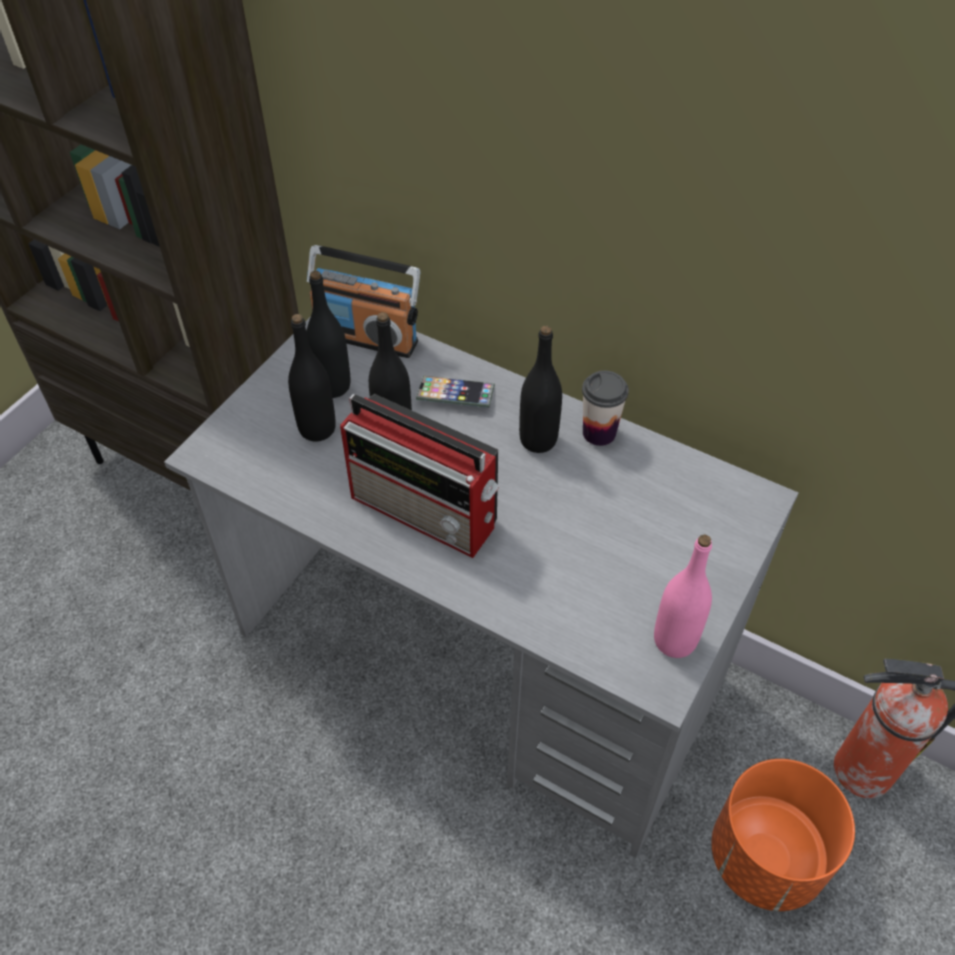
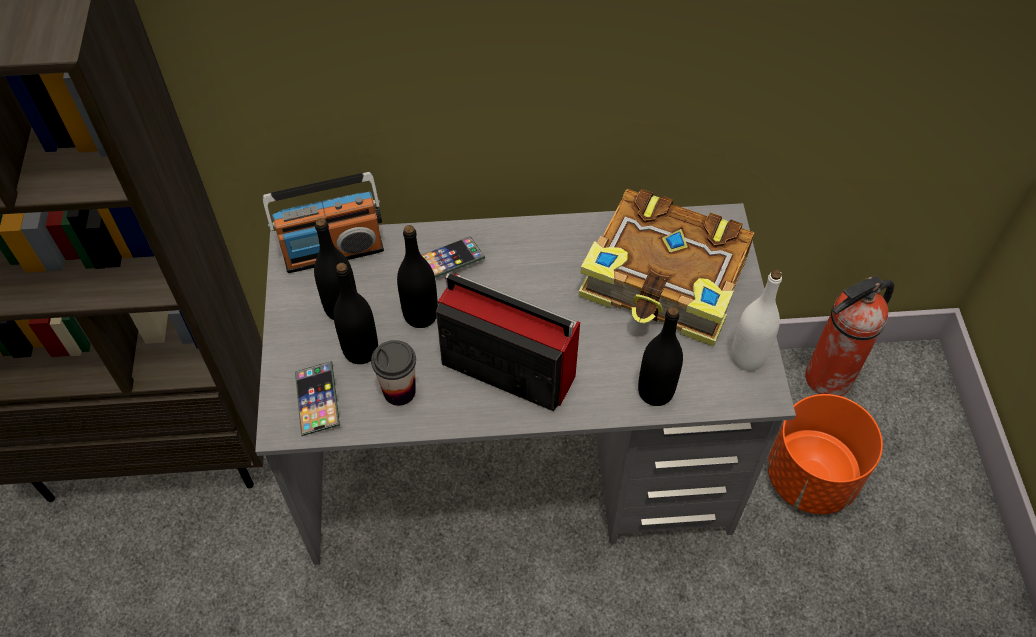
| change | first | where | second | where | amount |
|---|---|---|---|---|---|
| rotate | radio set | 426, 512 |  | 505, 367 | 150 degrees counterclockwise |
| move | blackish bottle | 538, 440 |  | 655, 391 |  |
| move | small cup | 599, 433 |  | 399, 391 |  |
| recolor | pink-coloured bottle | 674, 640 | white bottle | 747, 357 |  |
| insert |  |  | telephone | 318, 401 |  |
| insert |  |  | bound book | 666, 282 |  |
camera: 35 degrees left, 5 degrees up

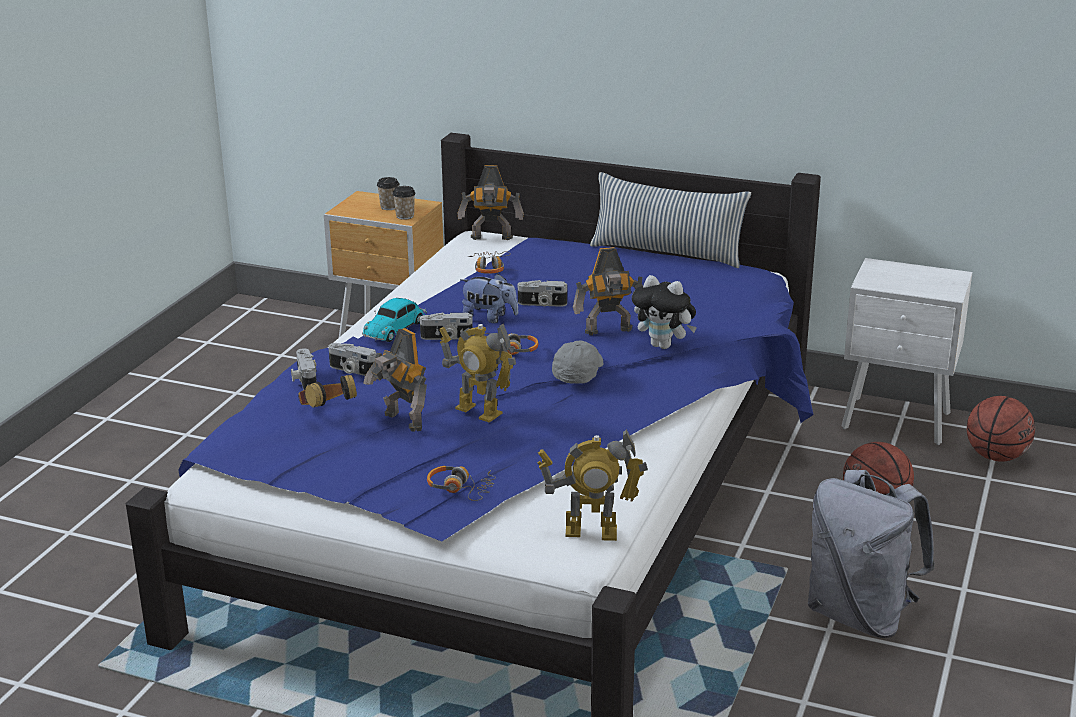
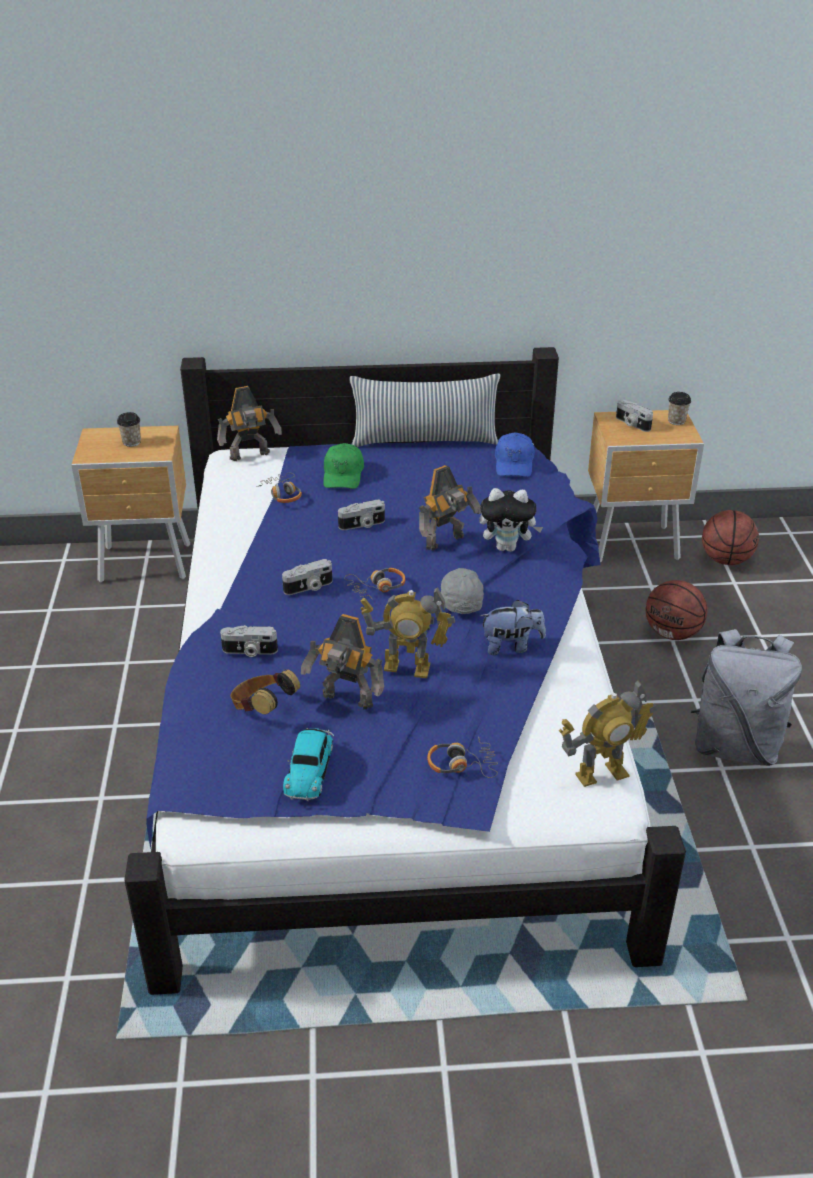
| change | first | where | second | where | amount |
|---|---|---|---|---|---|
| move | still camera | 304, 380 |  | 631, 424 |  |
| move | toy car | 396, 328 |  | 309, 768 |  |
| move | small cup | 405, 216 |  | 676, 421 |  |
| move | plush toy | 489, 318 |  | 511, 646 |  |
| recolor | white night table | 898, 423 | brown-coloured night table | 634, 546 |  |
| insert |  |  | green-coloured cap | 343, 475 |  |
| insert |  |  | blue-coloured cap | 514, 463 |  |
camera: 25 degrees left, 10 degrees up

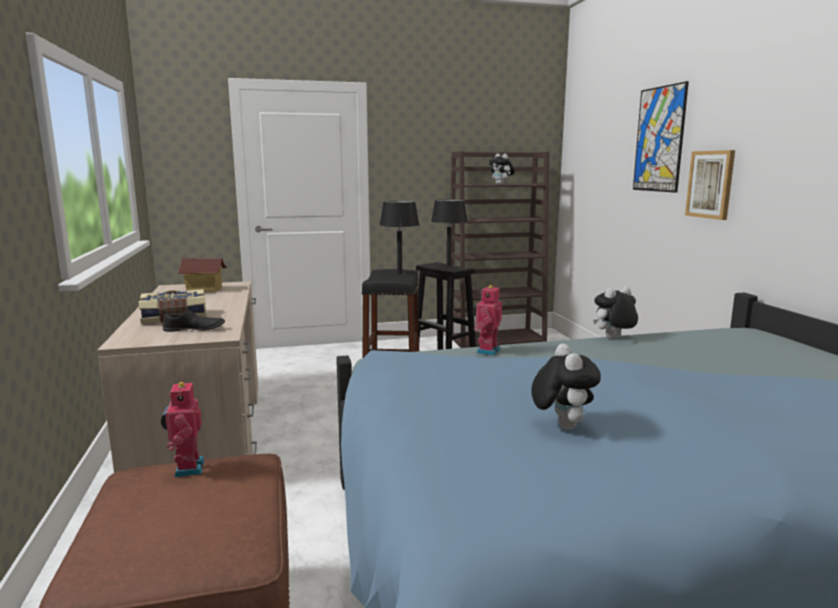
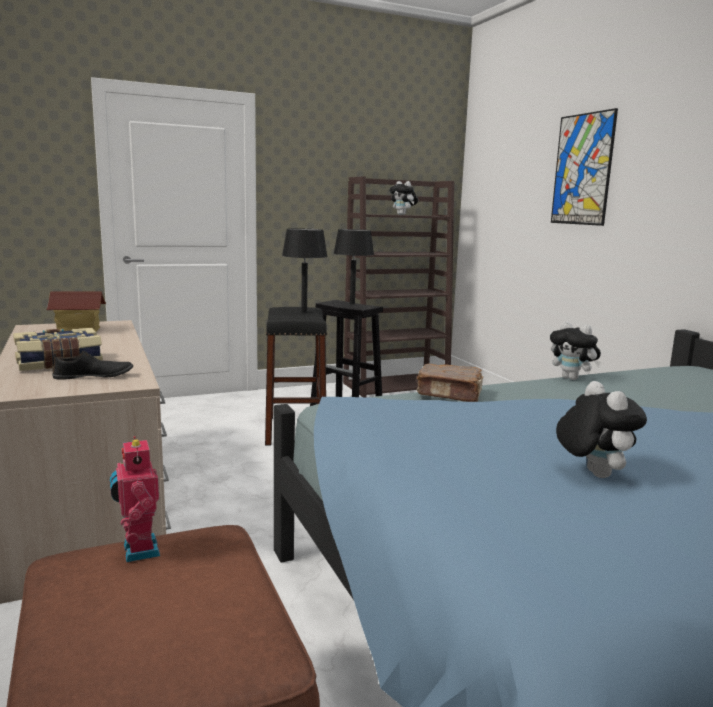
| change | first | where | second | where | amount |
|---|---|---|---|---|---|
| replace | robot figure | 486, 351 | brown-coloured bound book | 450, 395 |  |
| rotate | plush toy | 613, 338 |  | 572, 378 | 105 degrees counterclockwise |
| delete | wall art | 710, 184 |  |  |  |
camera: 10 degrees left, 0 degrees up

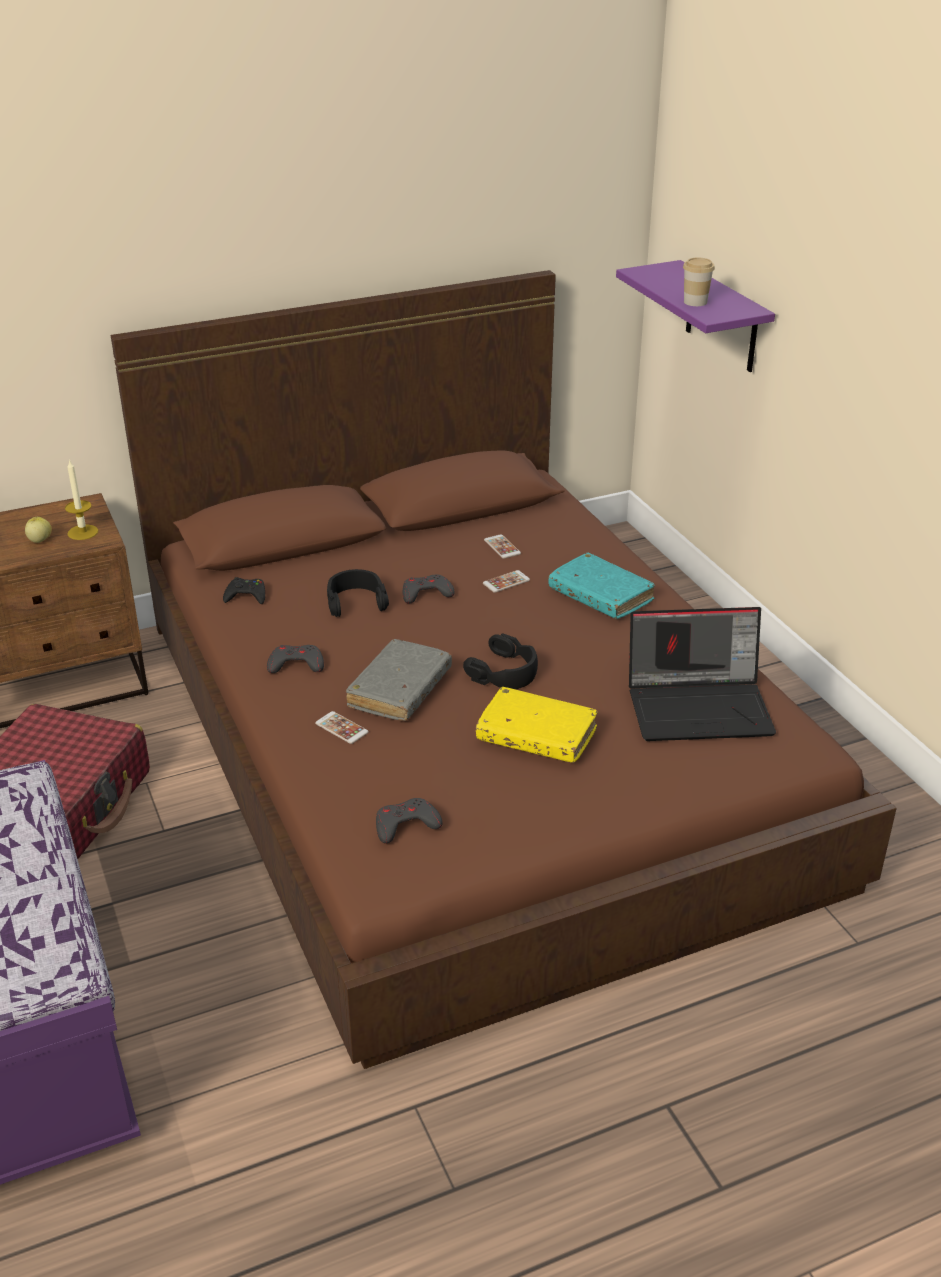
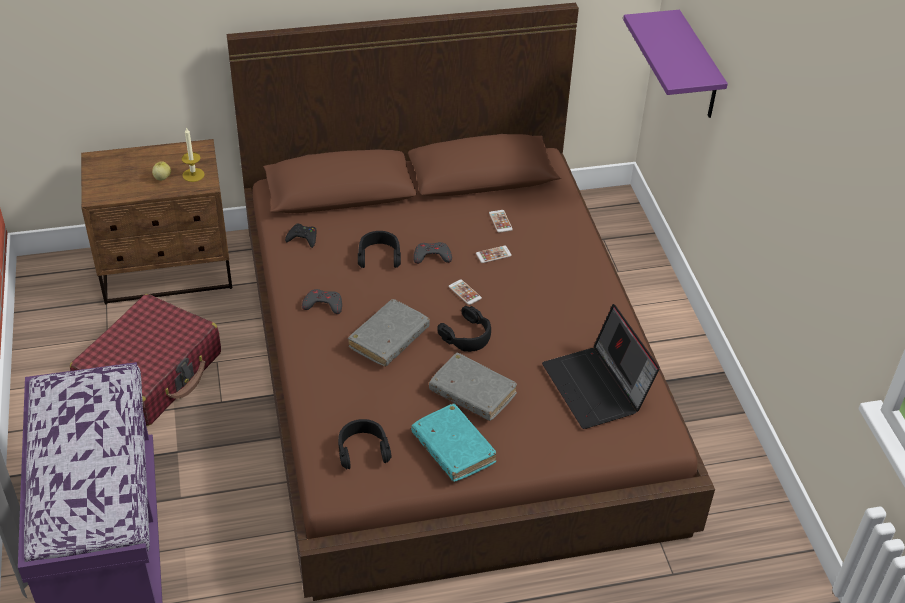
| change | first | where | second | where | amount |
|---|---|---|---|---|---|
| move | telephone | 341, 728 |  | 465, 292 |  |
| replace | grey joypad | 406, 825 | blackish headset | 363, 449 |  |
| recolor | yellowish bound book | 536, 736 | grey bound book | 472, 393 |  |
| move | turquoise bound book | 600, 596 |  | 453, 449 |  |
| rotate | laptop | 700, 707 |  | 597, 388 | 60 degrees clockwise |
| delete | small cup | 695, 302 |  |  |  |
camera: 10 degrees right, 10 degrees up

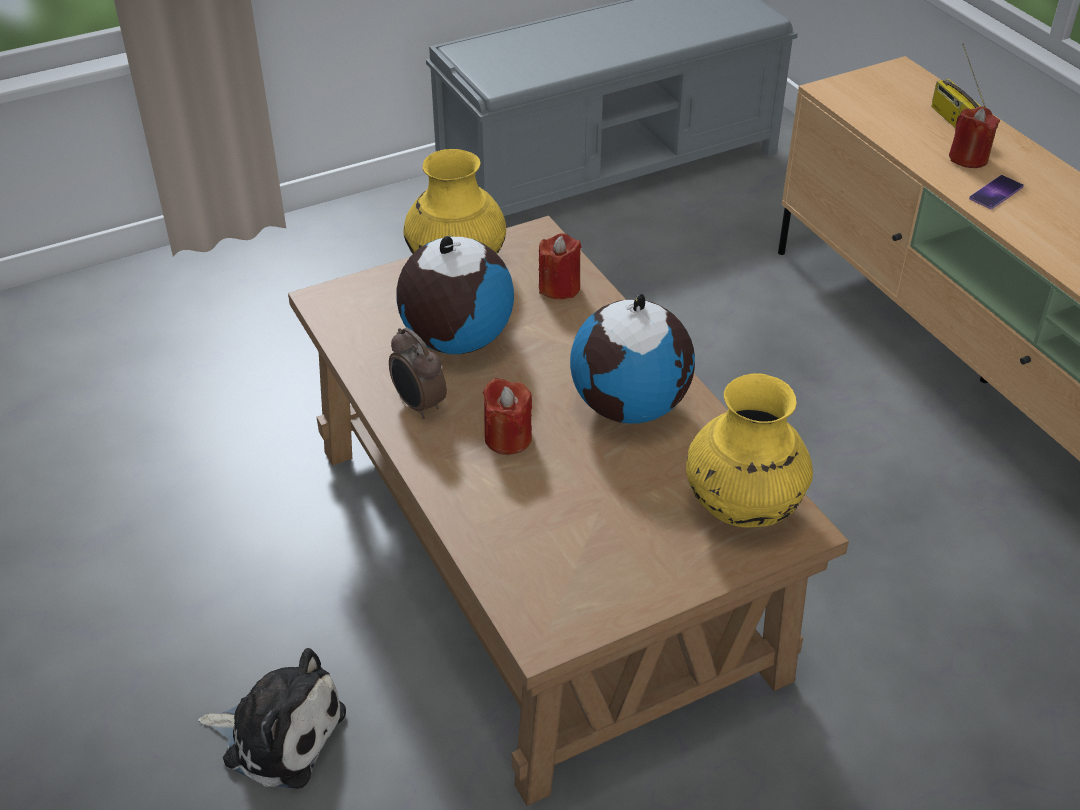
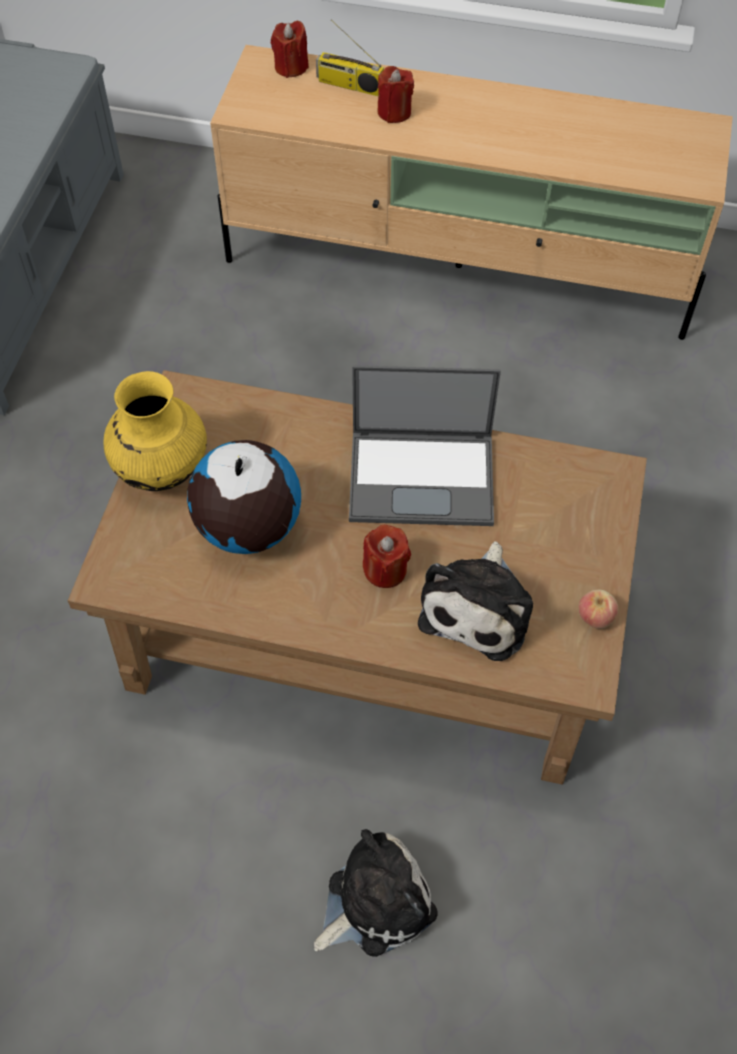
| change | first | where | second | where | amount |
|---|---|---|---|---|---|
| delete | alarm clock | 418, 405 |  |  |  |
| move | reddish candle | 559, 287 |  | 291, 67 |  |
| replace | world globe | 631, 407 | laptop | 423, 477 |  |
| delete | yellowish vase | 742, 507 |  |  |  |
| delete | telephone | 996, 192 |  |  |  |
| insert |  |  | plush toy | 479, 607 |  |
| insert |  |  | whole apple | 595, 617 |  |
camera: 50 degrees left, 15 degrees up

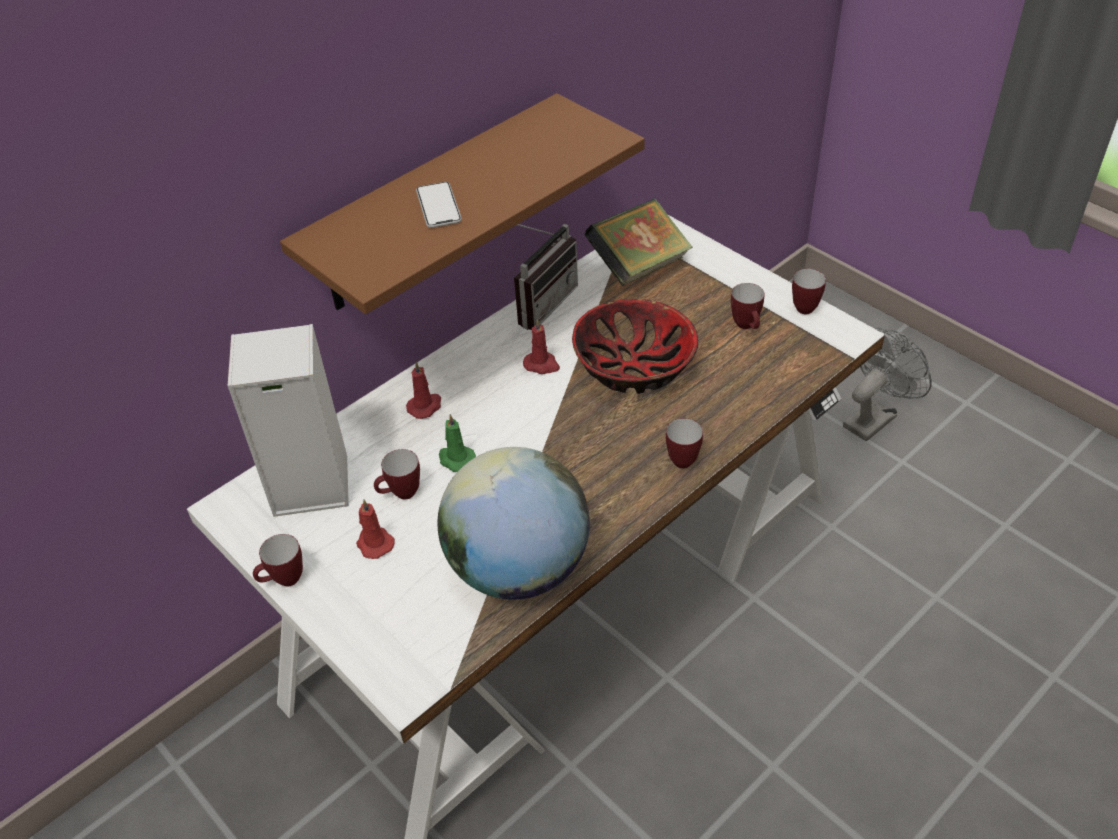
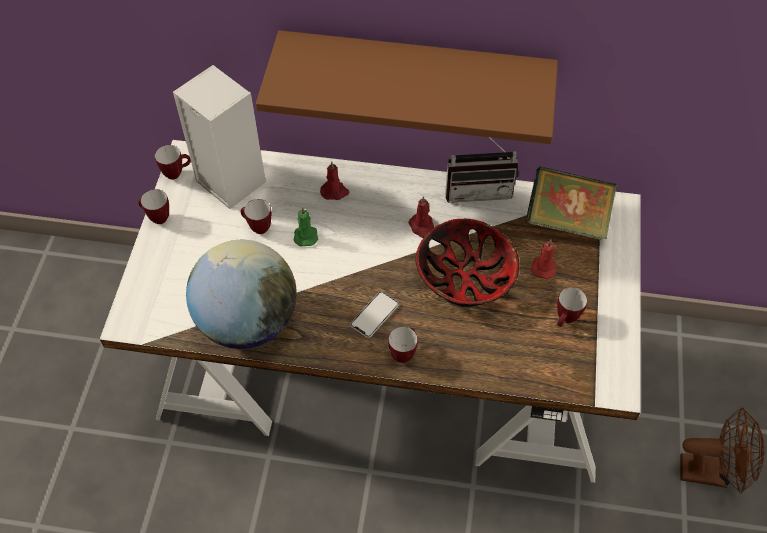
| change | first | where | second | where | amount |
|---|---|---|---|---|---|
| move | reddish candle | 374, 543 |  | 543, 267 |  |
| move | telephone | 438, 206 |  | 374, 315 |  |
| move | coffee mug | 804, 306 |  | 177, 173 |  |
| recolor | grey electric fan | 874, 417 | brown-coloured electric fan | 711, 472 |  |
camera: 50 degrees right, 10 degrees up

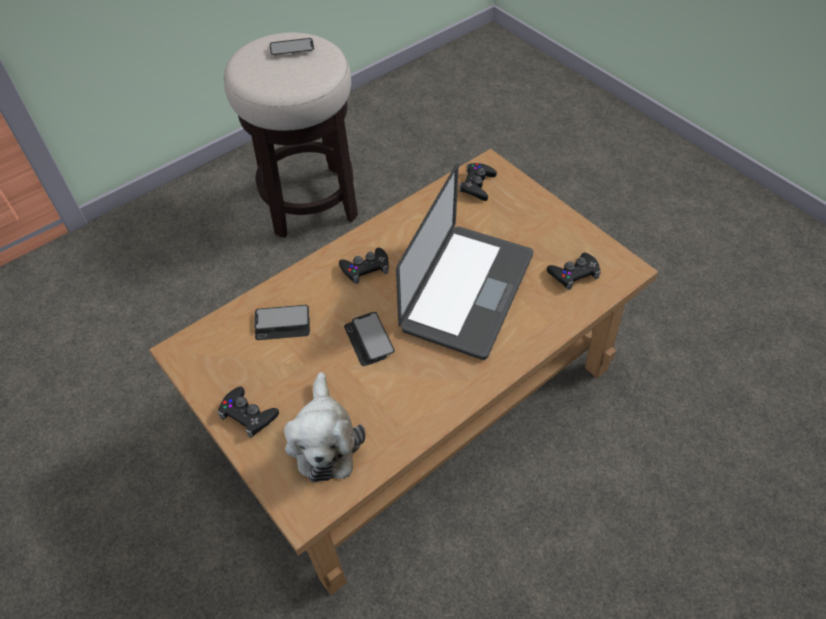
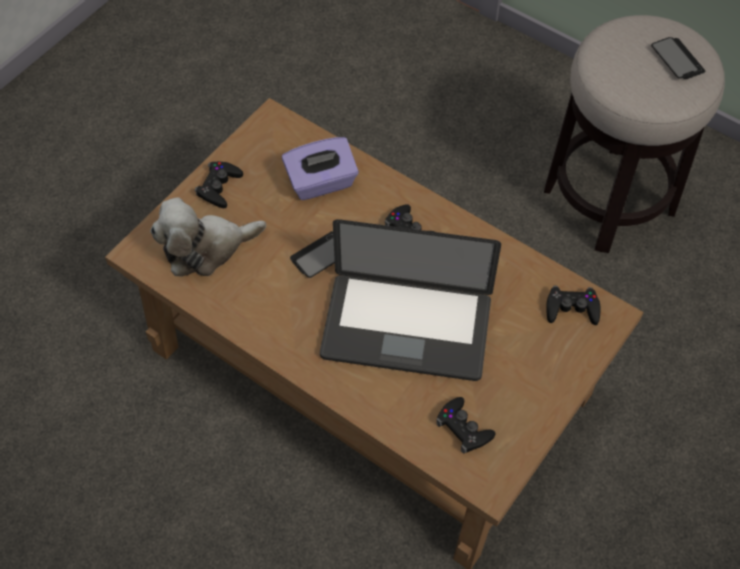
| change | first | where | second | where | amount |
|---|---|---|---|---|---|
| replace | telephone | 282, 323 | purplish tissue holder | 321, 183 |  |
camera: 75 degrees right, 5 degrees up

